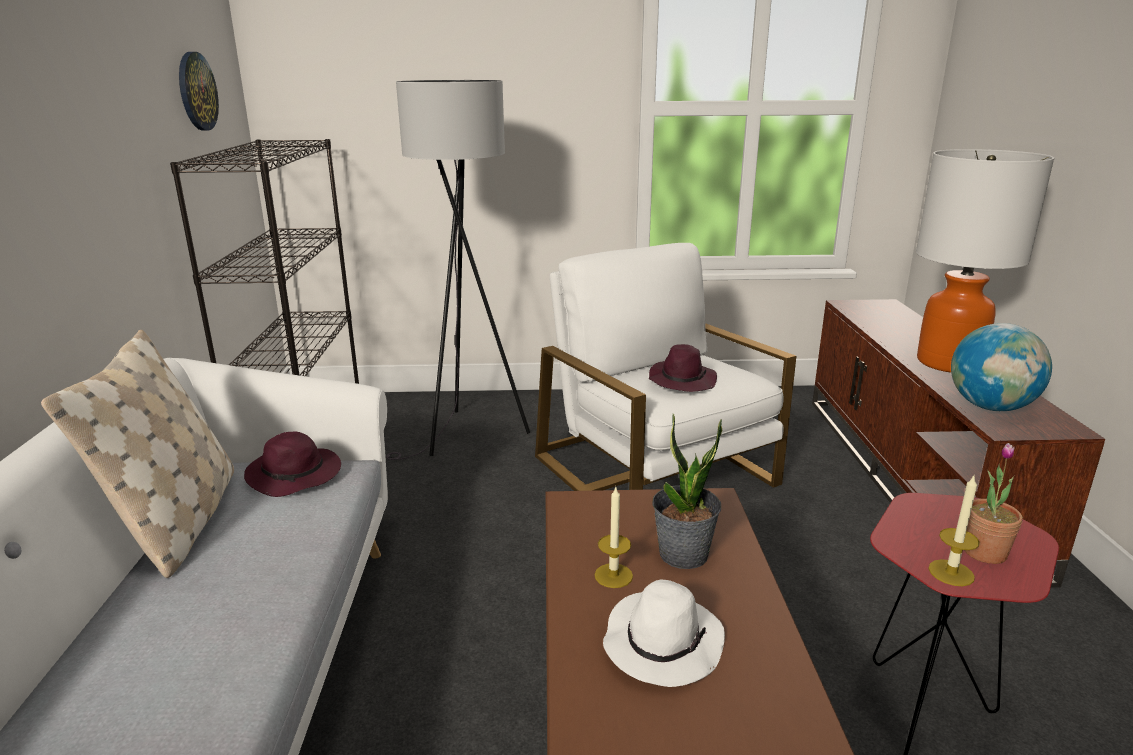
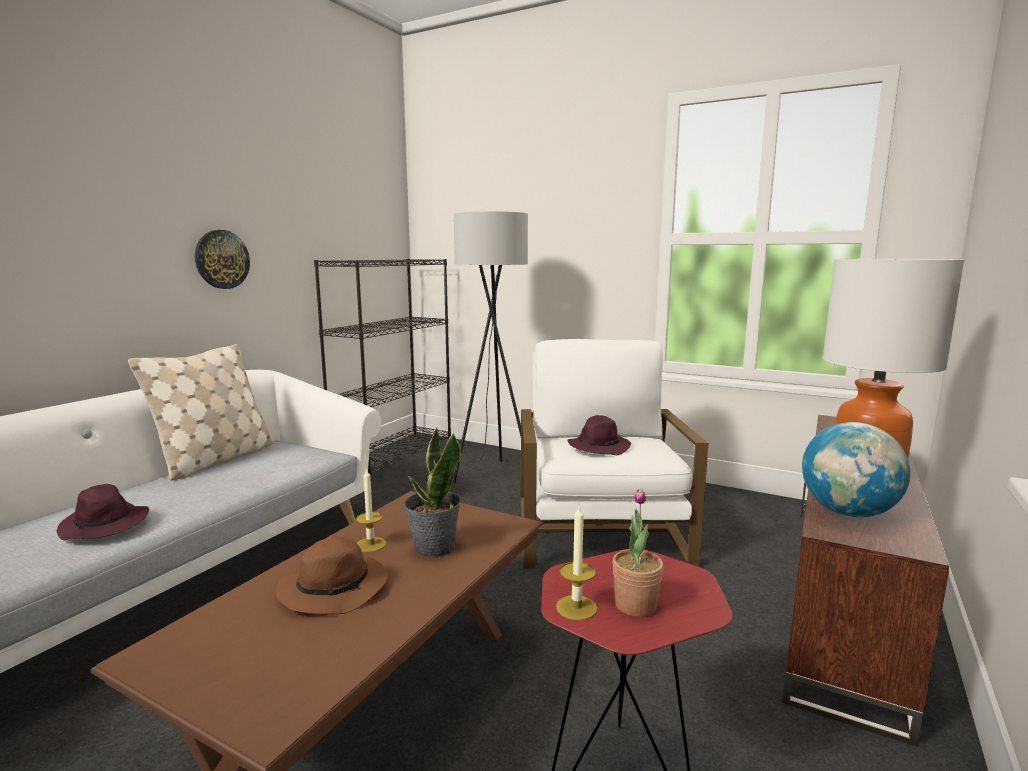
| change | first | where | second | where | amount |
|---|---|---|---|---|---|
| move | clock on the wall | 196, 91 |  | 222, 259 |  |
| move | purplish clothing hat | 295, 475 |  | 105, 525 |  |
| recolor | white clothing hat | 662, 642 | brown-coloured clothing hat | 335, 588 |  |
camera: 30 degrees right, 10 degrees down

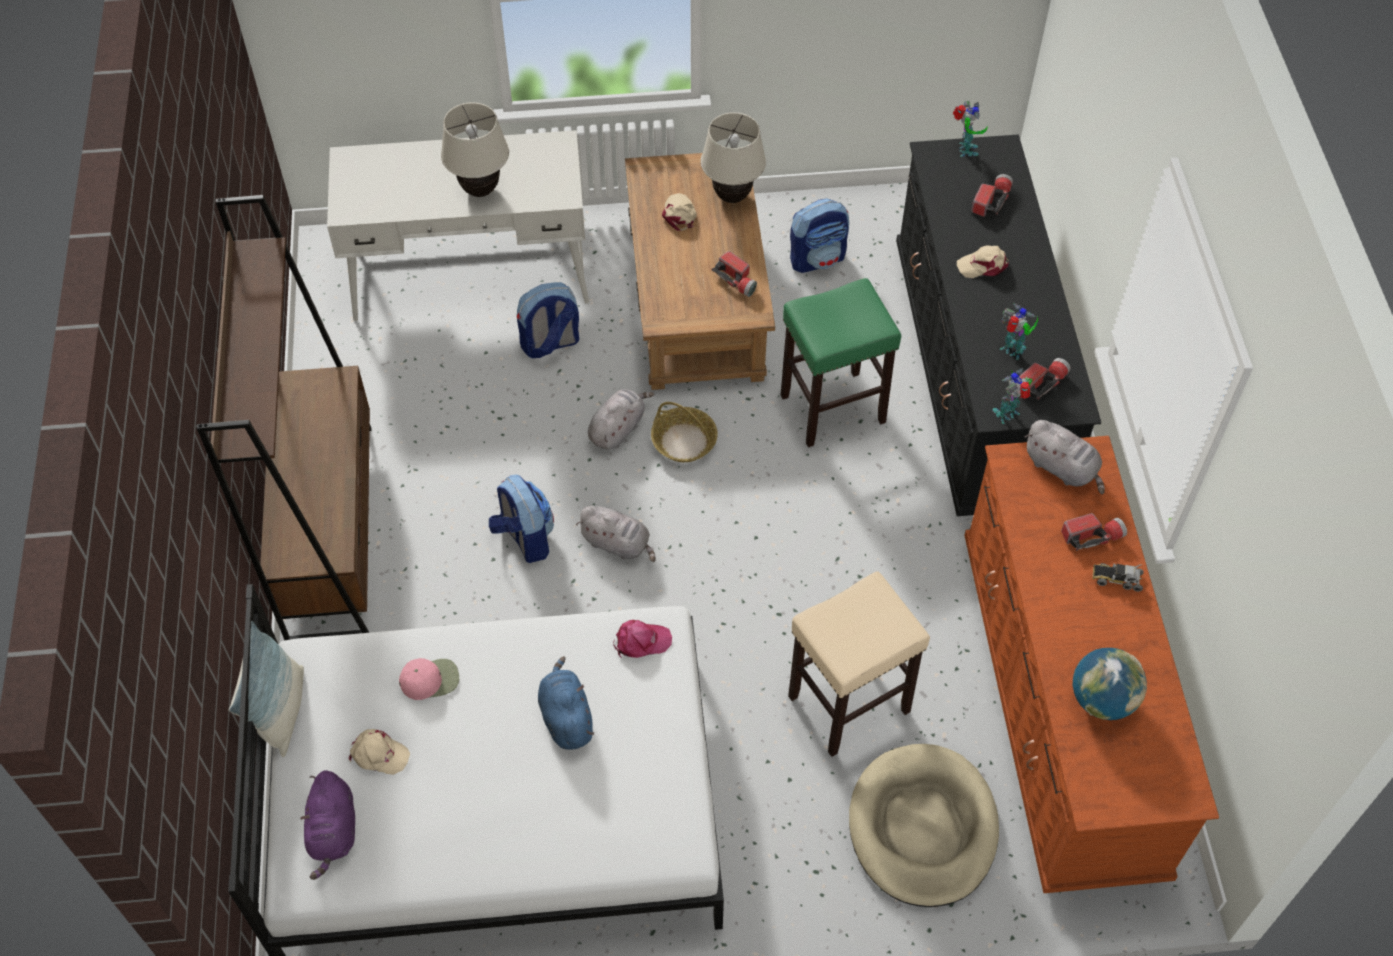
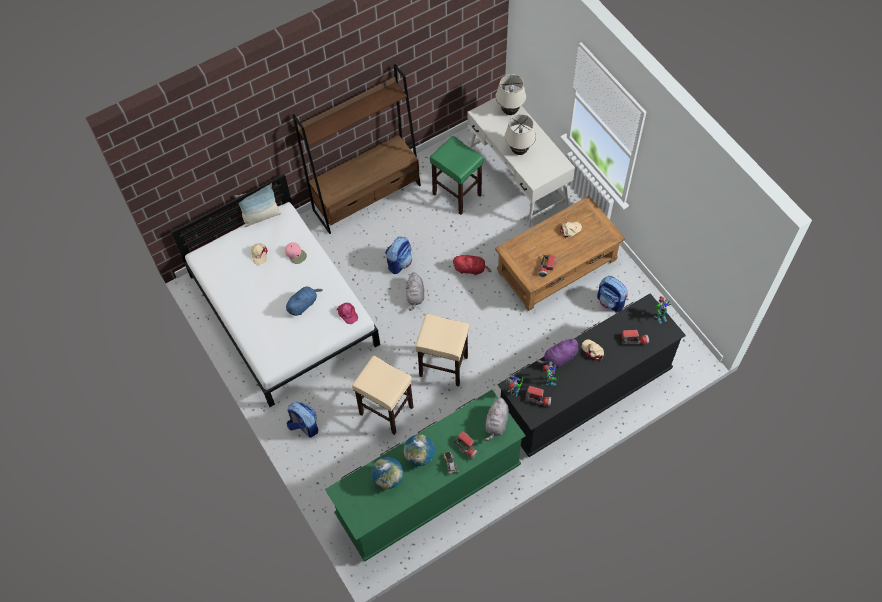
| change | first | where | second | where | amount |
|---|---|---|---|---|---|
| move | purplish plush toy | 333, 832 |  | 559, 358 |  |
| move | backpack | 550, 344 |  | 304, 426 |  |
| recolor | grey plush toy | 618, 428 | reddish plush toy | 471, 269 |  |
| delete | household basket | 684, 441 |  |  |  |
| move | sand-coloured lamp for a table | 732, 196 |  | 509, 111 |  |
| move | green-coloured sitting stool | 831, 409 |  | 456, 194 |  |
| delete | sand-coloured dog cushion | 922, 828 |  |  |  |
| recolor | brown-coloured chest of drawers | 1059, 703 | green-coloured chest of drawers | 428, 490 |  |
| insert |  |  | world globe | 419, 456 |  |
| insert |  |  | sand-coloured sitting stool | 443, 366 |  |
camera: 65 degrees right, 5 degrees up

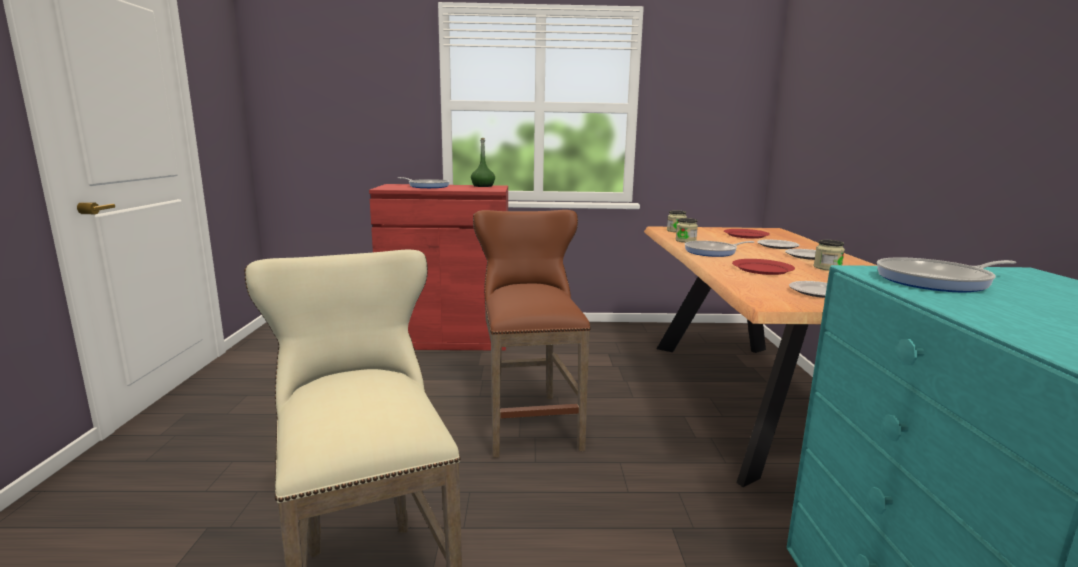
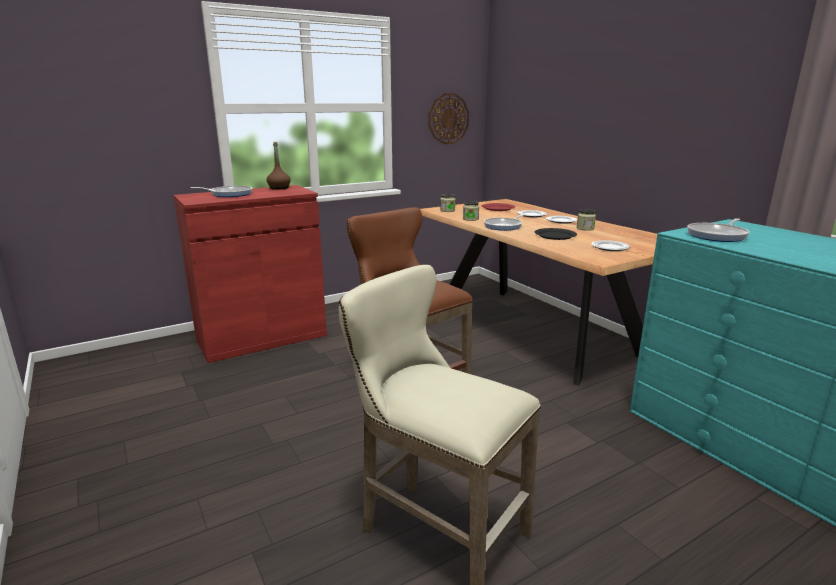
| change | first | where | second | where | amount |
|---|---|---|---|---|---|
| recolor | green-coloured bottle | 483, 186 | brown-coloured bottle | 279, 188 |  |
| recolor | reddish plate | 762, 269 | blackish plate | 555, 235 |  |
| insert |  |  | clock on the wall | 448, 118 |  |
camera: 30 degrees left, 5 degrees up

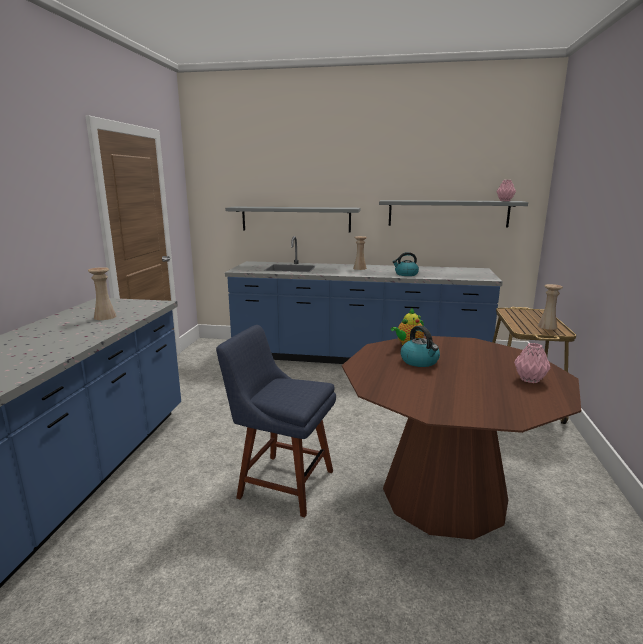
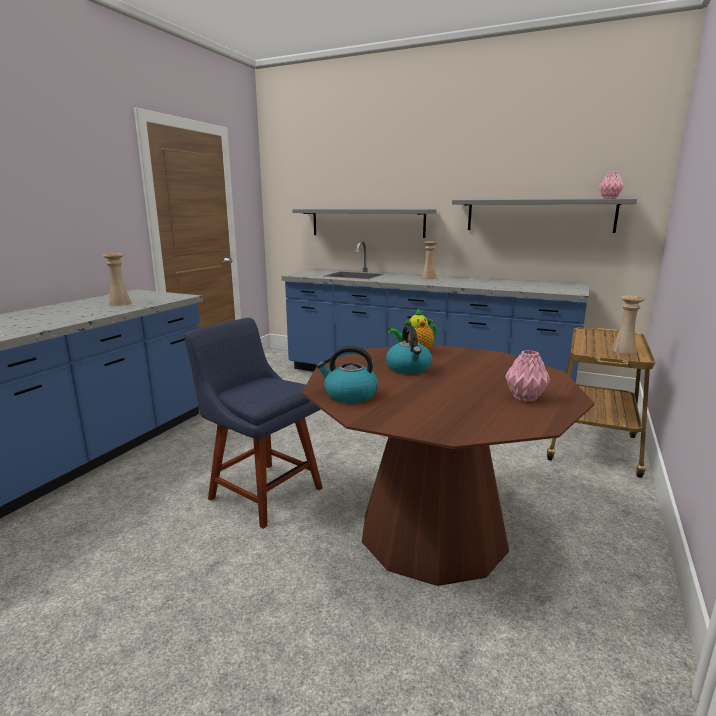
| change | first | where | second | where | amount |
|---|---|---|---|---|---|
| move | tea kettle | 406, 274 |  | 350, 395 |  |
camera: 15 degrees right, 0 degrees up

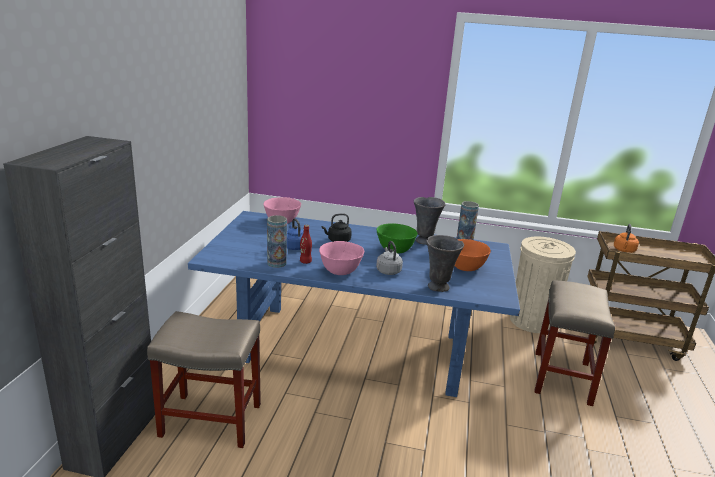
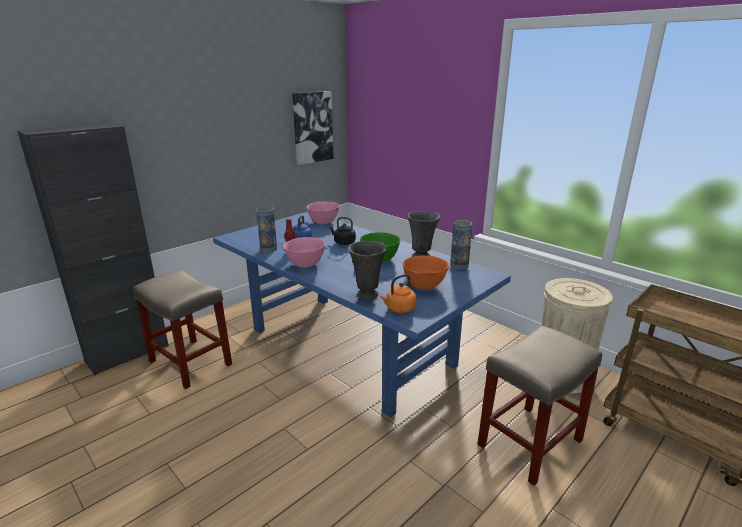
| change | first | where | second | where | amount |
|---|---|---|---|---|---|
| delete | grey tea kettle | 388, 270 |  |  |  |
| move | orange tea kettle | 624, 250 |  | 399, 309 |  |
| insert |  |  | wall art | 312, 127 |  |
camera: 35 degrees right, 0 degrees up

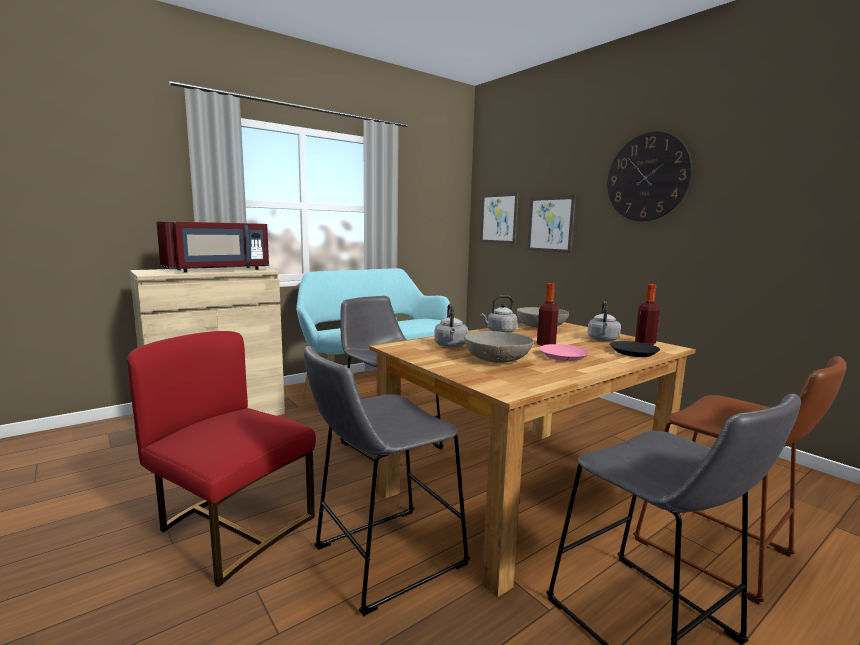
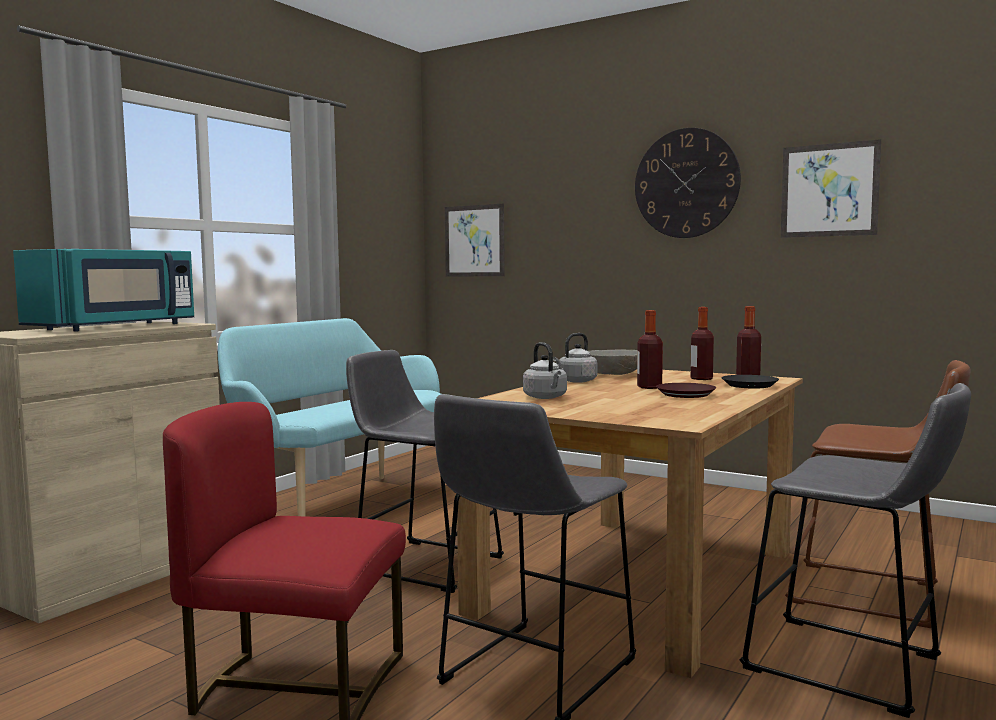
| change | first | where | second | where | amount |
|---|---|---|---|---|---|
| recolor | reddish microwave oven | 218, 270 | turquoise microwave oven | 117, 327 |  |
| delete | grey serving bowl | 497, 359 |  |  |  |
| move | wall art | 550, 224 |  | 829, 190 |  |
| recolor | pink-coloured plate | 562, 356 | brown-coloured plate | 685, 394 |  |
| replace | grey tea kettle | 603, 340 | bottle | 701, 378 |  |
camera: 20 degrees left, 5 degrees down

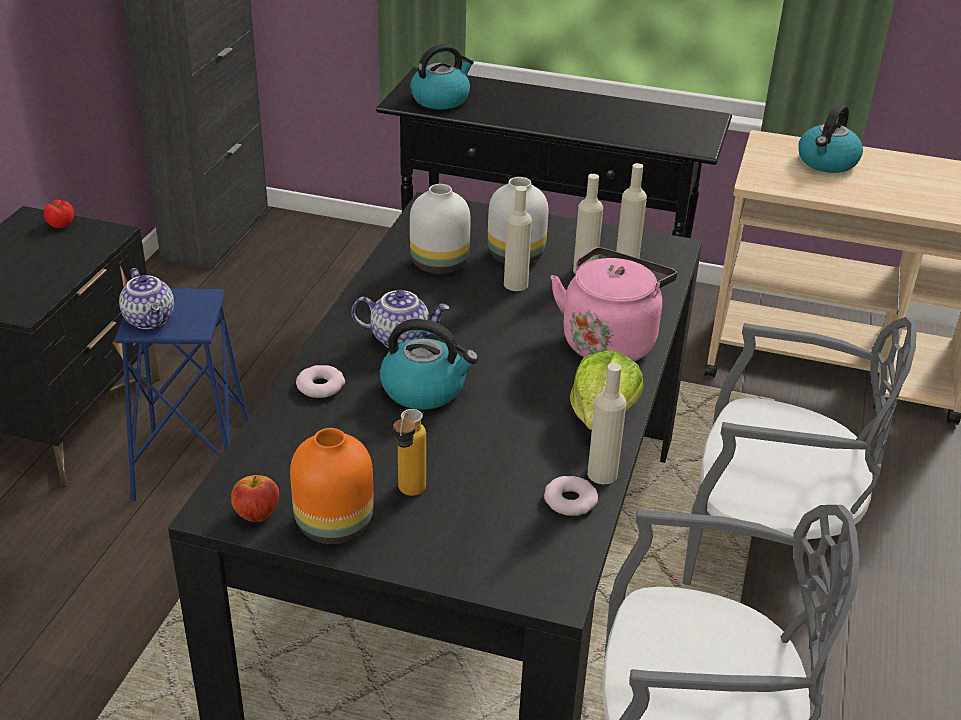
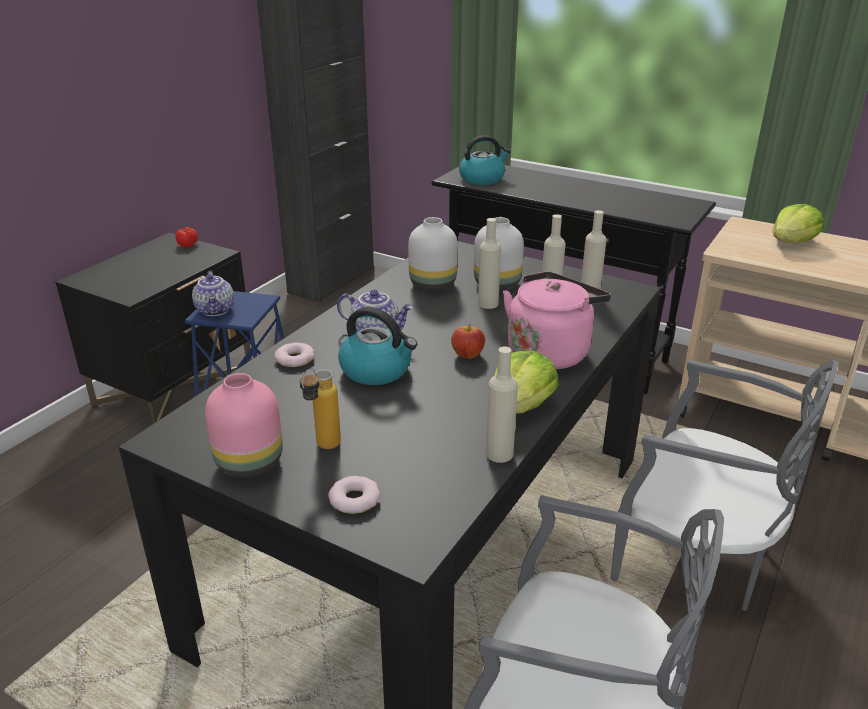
| change | first | where | second | where | amount |
|---|---|---|---|---|---|
| move | whole apple | 257, 514 |  | 467, 355 |  |
| recolor | orange vase | 333, 526 | pink-coloured vase | 248, 463 |  |
| move | doughnut | 570, 500 |  | 354, 499 |  |
| replace | tea kettle | 827, 162 | lettuce | 792, 242 |  |
camera: 15 degrees right, 5 degrees down

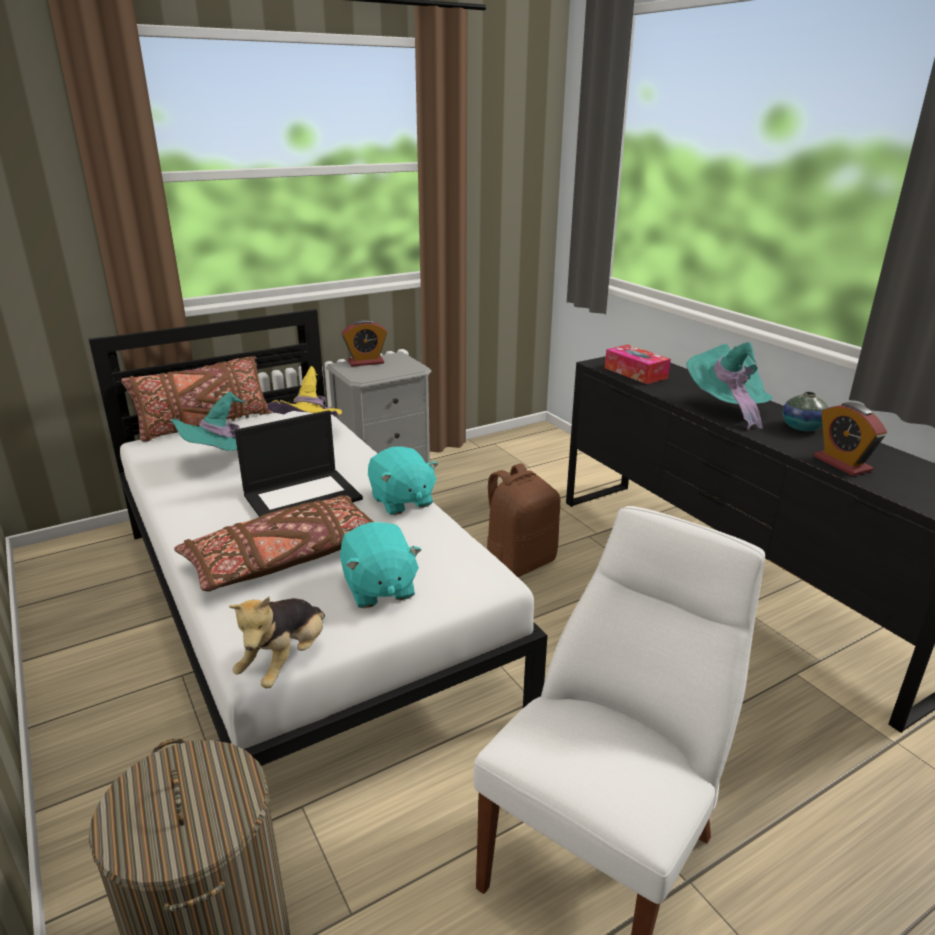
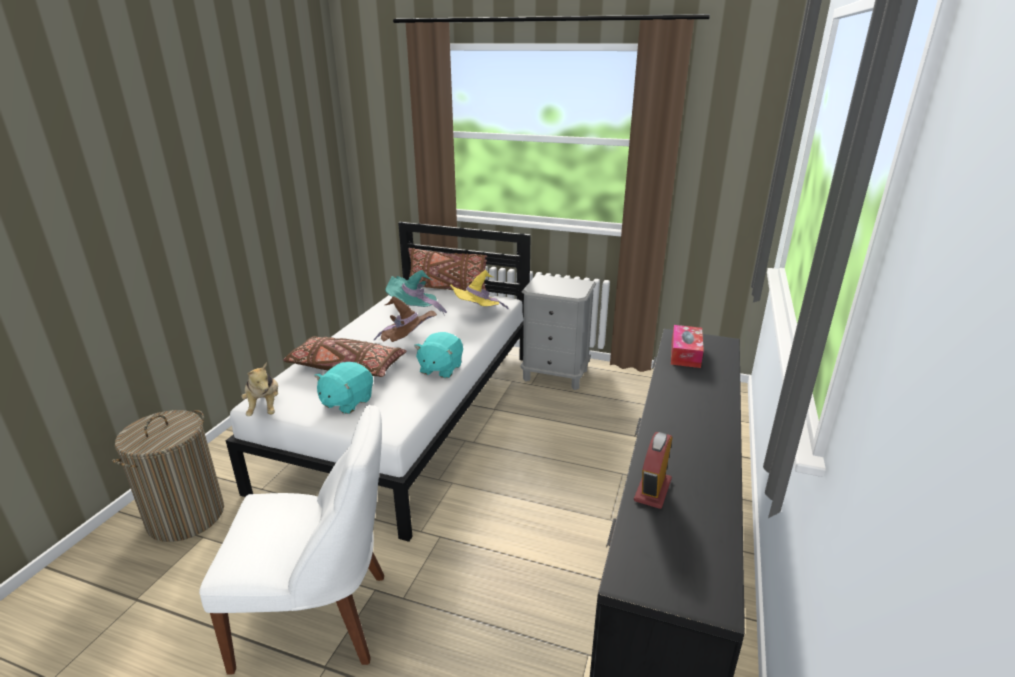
| change | first | where | second | where | amount |
|---|---|---|---|---|---|
| rotate | plush toy | 286, 661 |  | 265, 407 | 90 degrees counterclockwise |
| replace | laptop | 303, 496 | brown-coloured clothing hat | 408, 343 |  |
| delete | alarm clock | 366, 362 |  |  |  |
| delete | brown-coloured backpack | 519, 562 |  |  |  |
| delete | turquoise clothing hat | 726, 408 |  |  |  |
| delete | vase | 802, 427 |  |  |  |
camera: 50 degrees right, 0 degrees up

